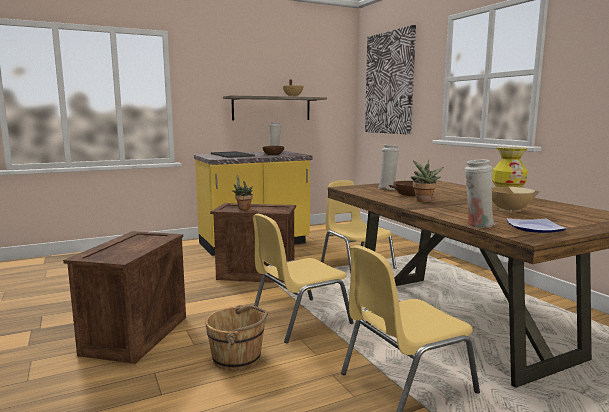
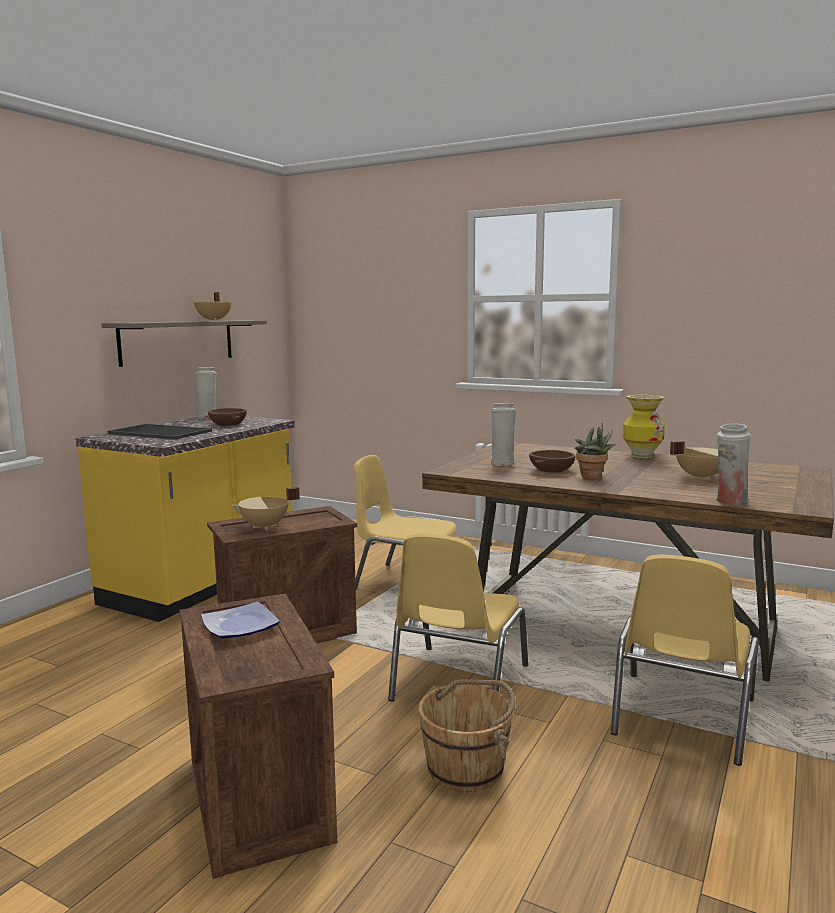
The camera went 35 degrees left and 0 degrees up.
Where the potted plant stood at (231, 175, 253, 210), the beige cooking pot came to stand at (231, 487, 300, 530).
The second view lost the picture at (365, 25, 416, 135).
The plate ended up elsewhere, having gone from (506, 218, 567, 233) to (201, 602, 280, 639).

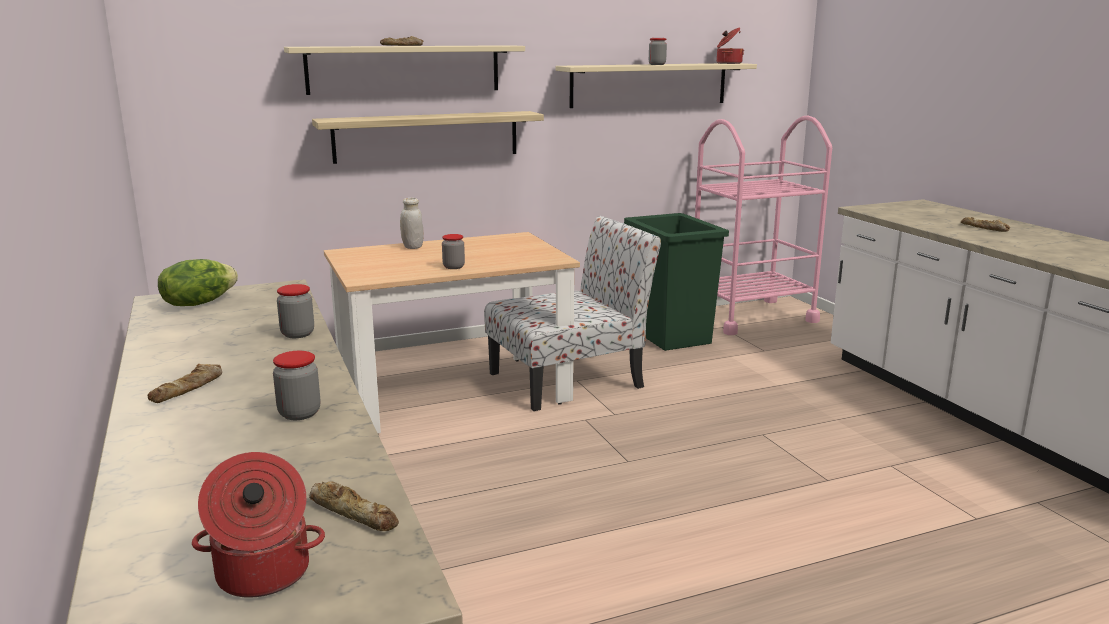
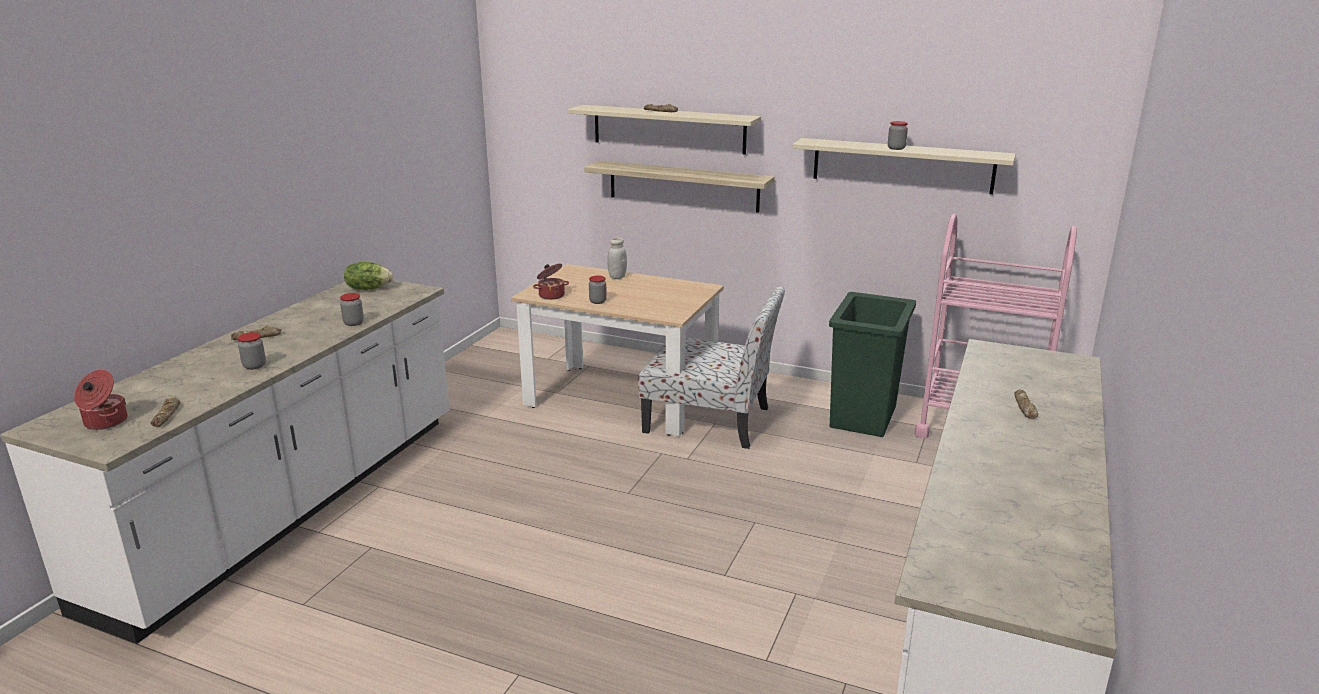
The camera went 45 degrees right and 5 degrees up.
The cooking pot ended up elsewhere, having gone from (717, 27, 744, 64) to (533, 264, 569, 300).

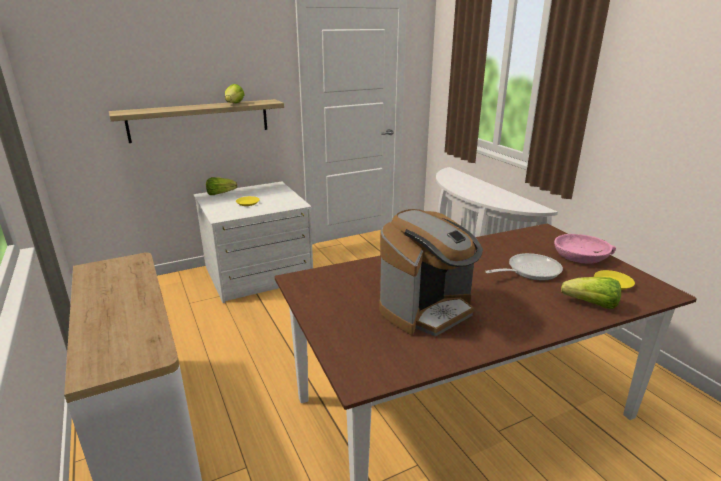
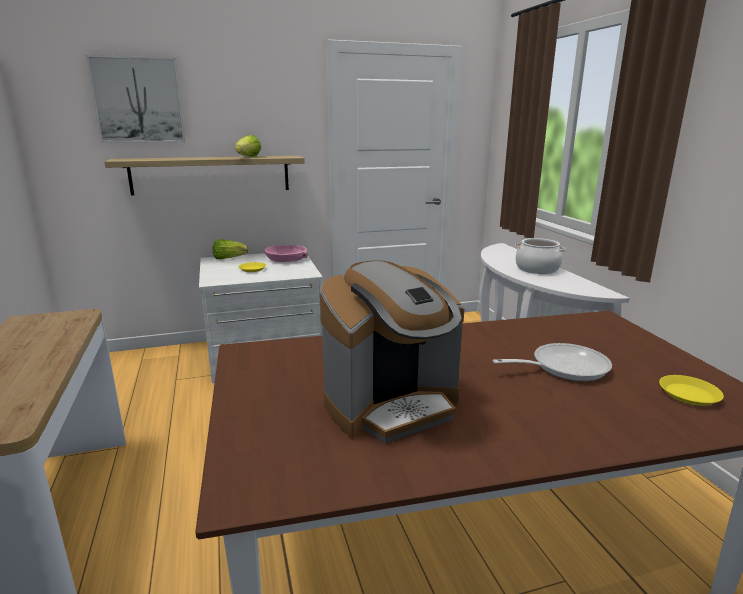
The camera went 10 degrees right and 5 degrees down.
The pink bowl ended up elsewhere, having gone from (554, 234, 616, 264) to (264, 245, 308, 262).
The second view lost the lettuce at (561, 277, 621, 309).
The second view gained the picture at (86, 55, 185, 143).
The second view gained the cooking pot at (515, 238, 566, 274).

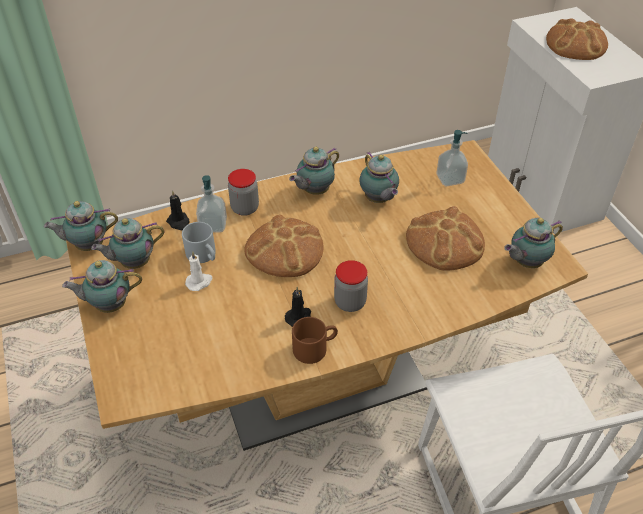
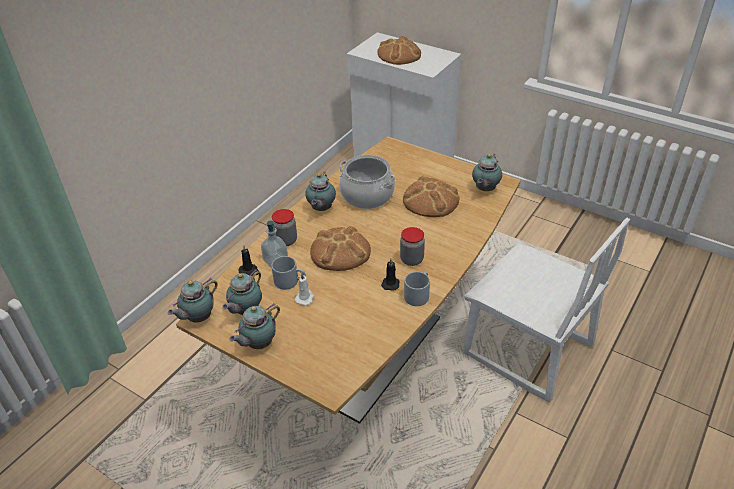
The camera went 35 degrees left and 5 degrees down.
What was the brown mug at (292, 317, 338, 364) turned into the grey mug at (404, 272, 430, 306).
Where the teapot stood at (360, 152, 399, 203), the cooking pot came to stand at (339, 155, 396, 209).
The second view lost the soap dispenser at (437, 130, 468, 186).

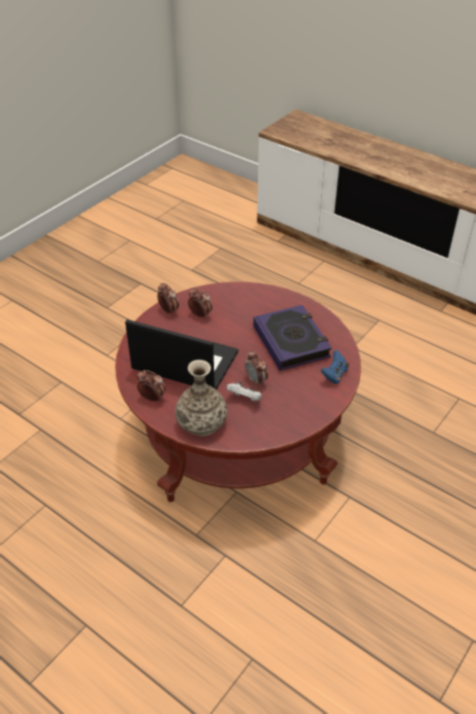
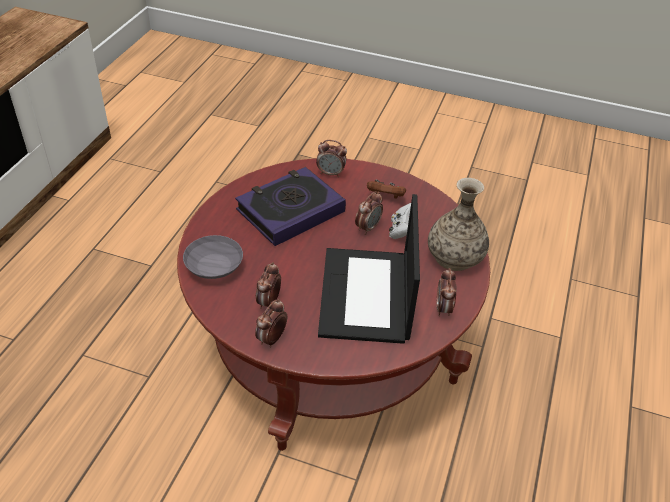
The camera went 110 degrees left and 0 degrees up.
Where the blue game controller stood at (321, 350, 349, 384), the alarm clock came to stand at (316, 140, 347, 177).
The second view gained the grey bowl at (183, 235, 243, 279).
The second view gained the brown game controller at (367, 180, 406, 199).

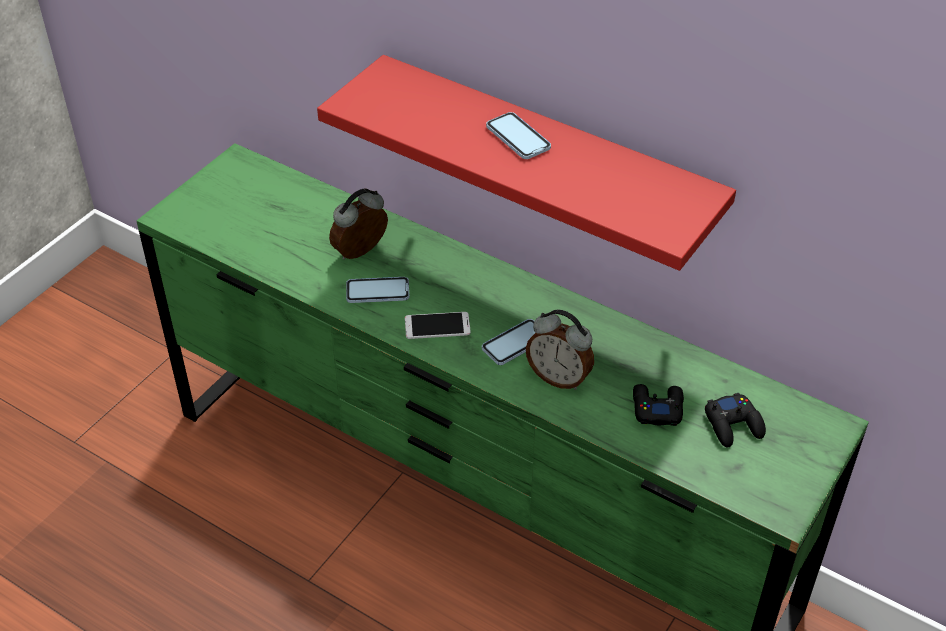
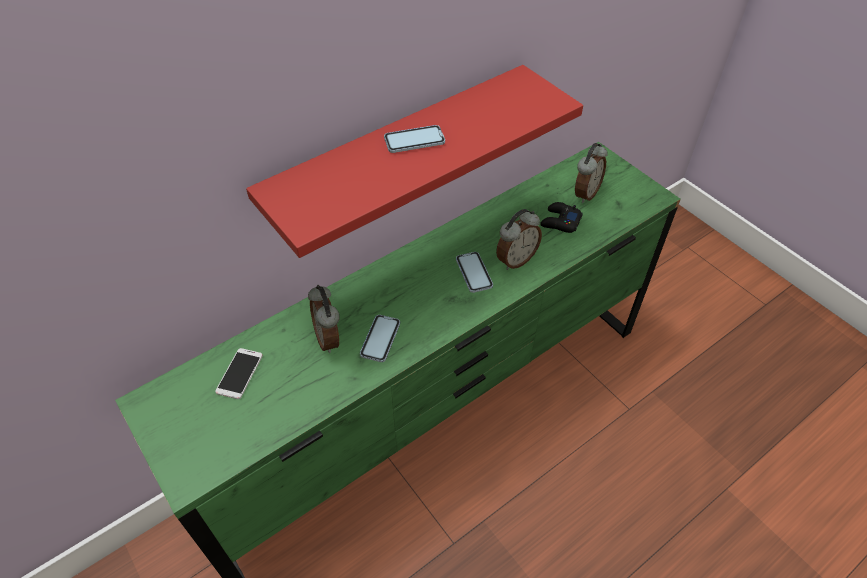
The camera went 70 degrees left and 5 degrees up.
The phone ended up elsewhere, having gone from (405, 312, 471, 339) to (215, 348, 263, 399).
Where the black game controller stood at (705, 393, 766, 447), the alarm clock came to stand at (575, 143, 608, 203).

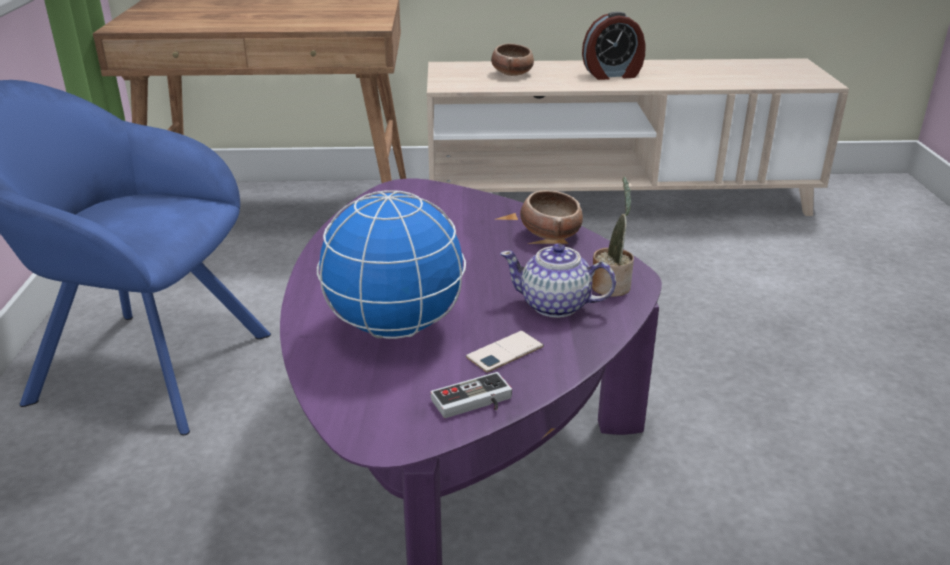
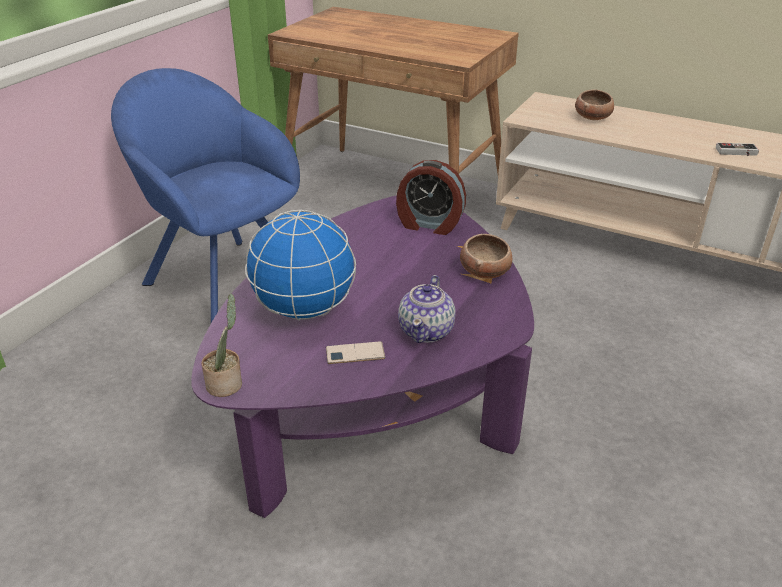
The camera went 30 degrees right and 5 degrees up.
The game controller ended up elsewhere, having gone from (431, 372, 512, 418) to (716, 143, 759, 156).
The teapot at (500, 243, 616, 318) ended up facing another way, 120 degrees counterclockwise from before.
The alarm clock ended up elsewhere, having gone from (582, 12, 646, 80) to (396, 160, 466, 235).
The potted plant ended up elsewhere, having gone from (592, 176, 634, 297) to (201, 294, 242, 397).

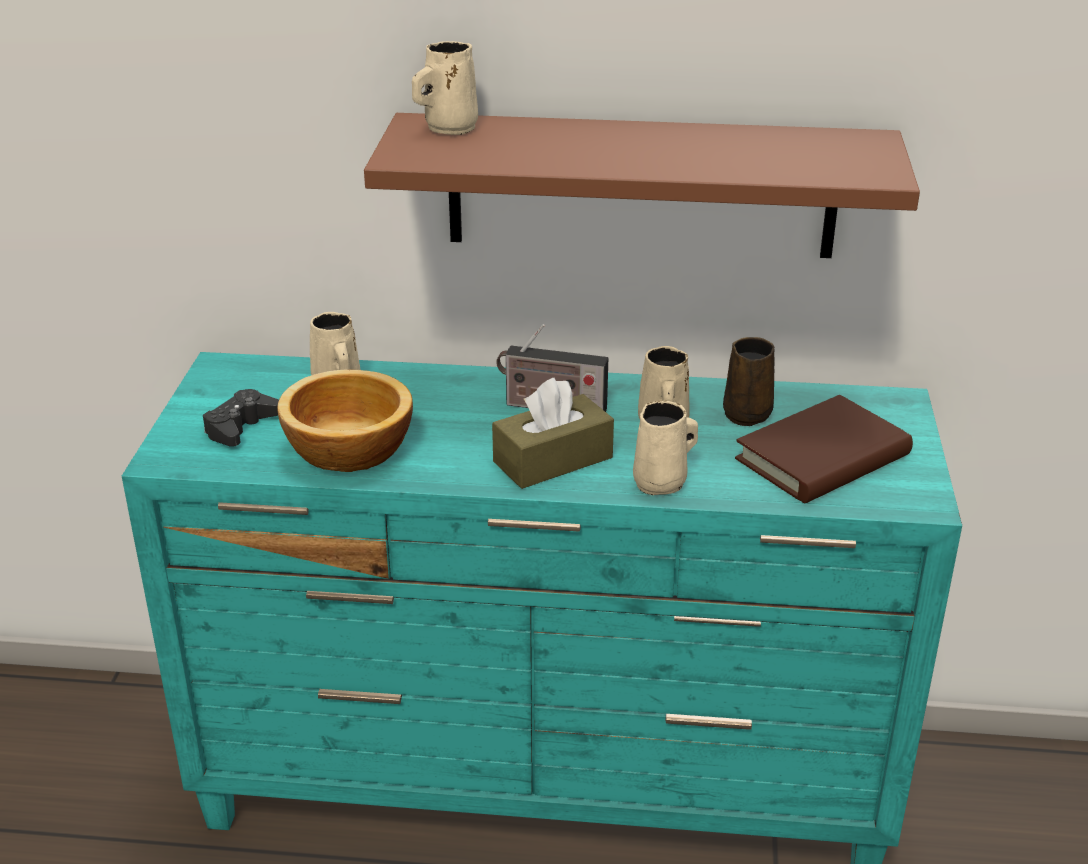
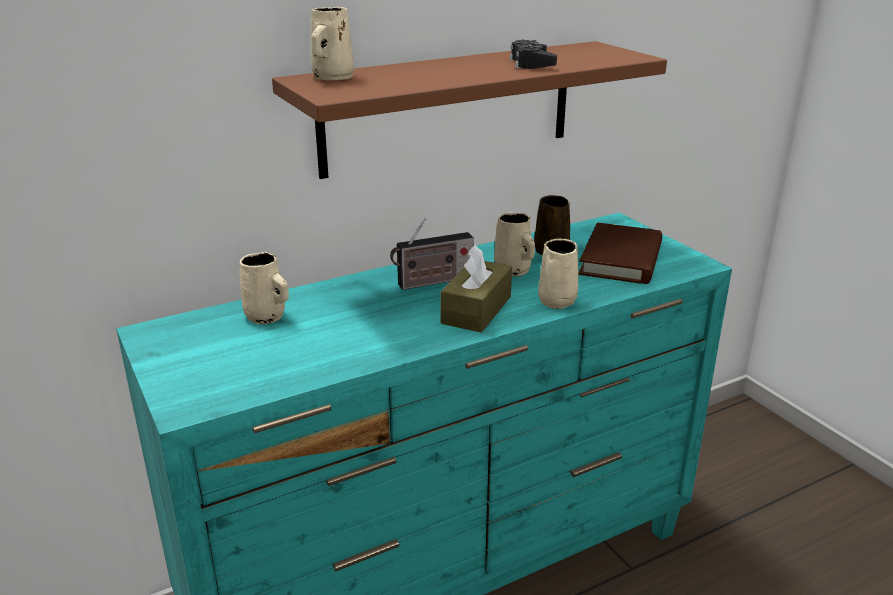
The camera went 35 degrees left and 5 degrees down.
The black game controller ended up elsewhere, having gone from (203, 389, 279, 447) to (509, 39, 557, 69).
The second view lost the bowl at (277, 370, 413, 472).

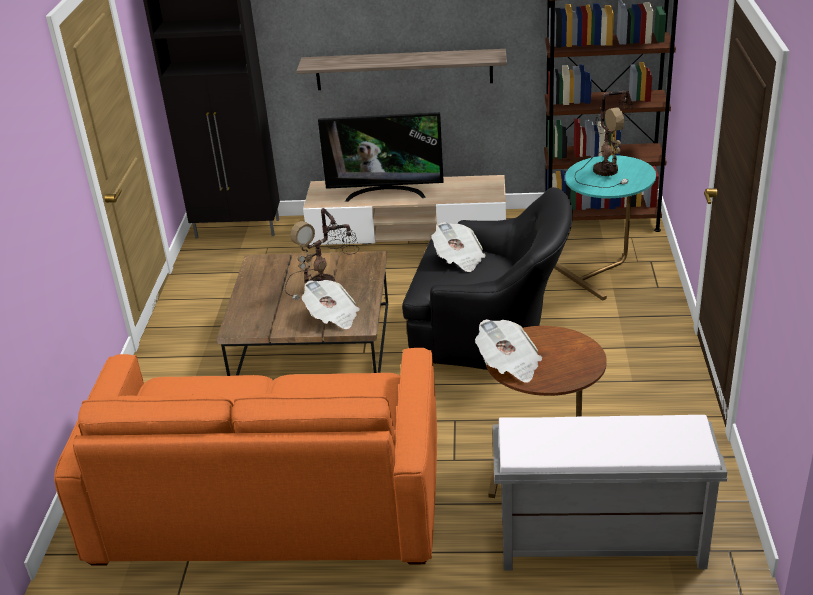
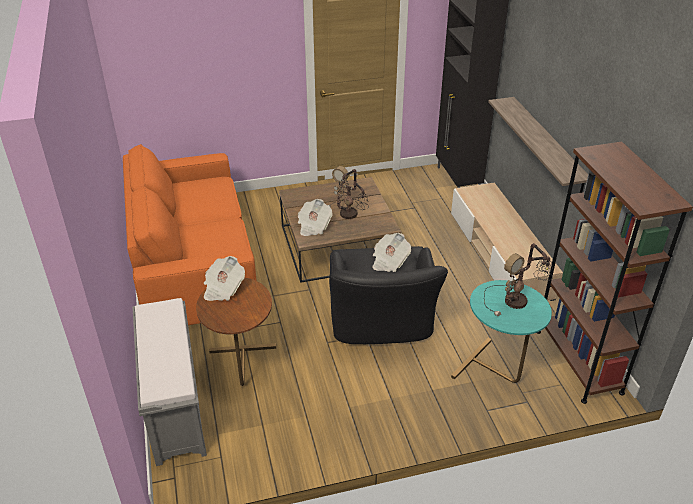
The camera went 70 degrees right and 5 degrees up.
The second view lost the television at (318, 112, 444, 202).

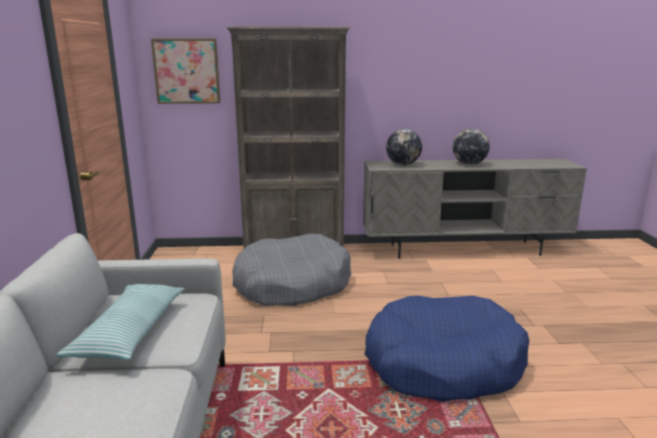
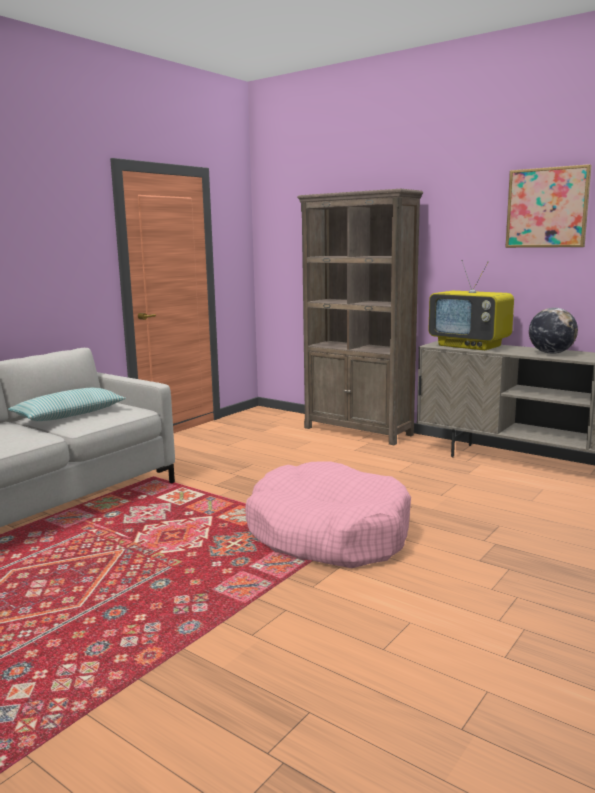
The camera went 40 degrees right and 5 degrees down.
The picture ended up elsewhere, having gone from (151, 39, 220, 104) to (505, 164, 592, 248).
The second view lost the grey dog bed at (232, 234, 351, 306).
What was the blue dog bed at (365, 296, 529, 402) turned into the pink dog bed at (245, 461, 411, 568).
Where the globe stood at (386, 129, 422, 165), the television came to stand at (428, 260, 514, 350).

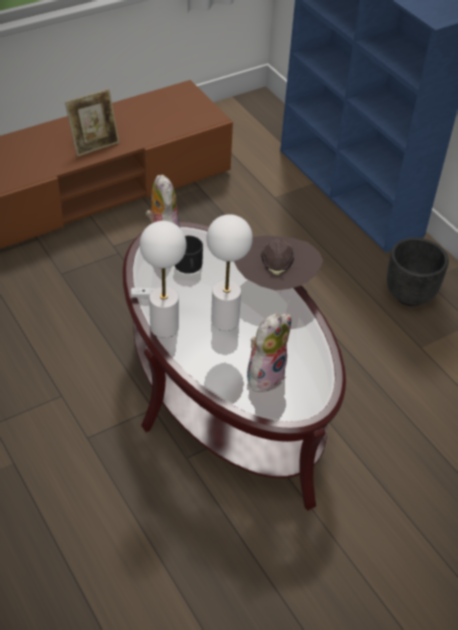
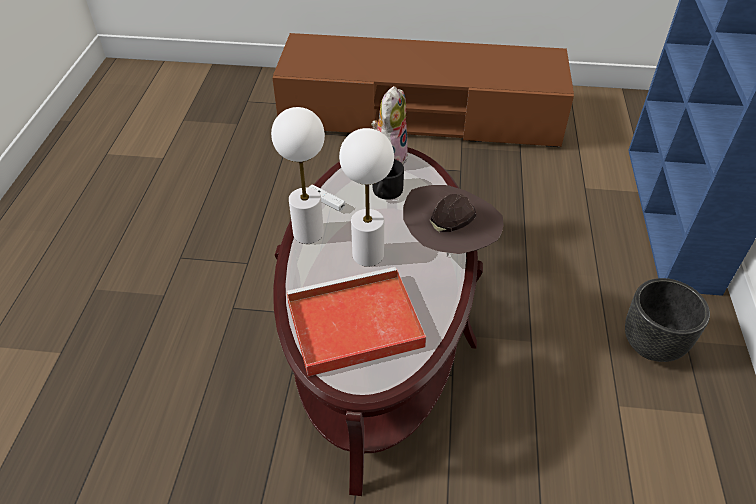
The camera went 40 degrees right and 0 degrees up.
The second view lost the picture frame at (65, 89, 120, 157).
Where the plush toy stood at (247, 313, 291, 392), the red tray came to stand at (287, 267, 426, 377).

